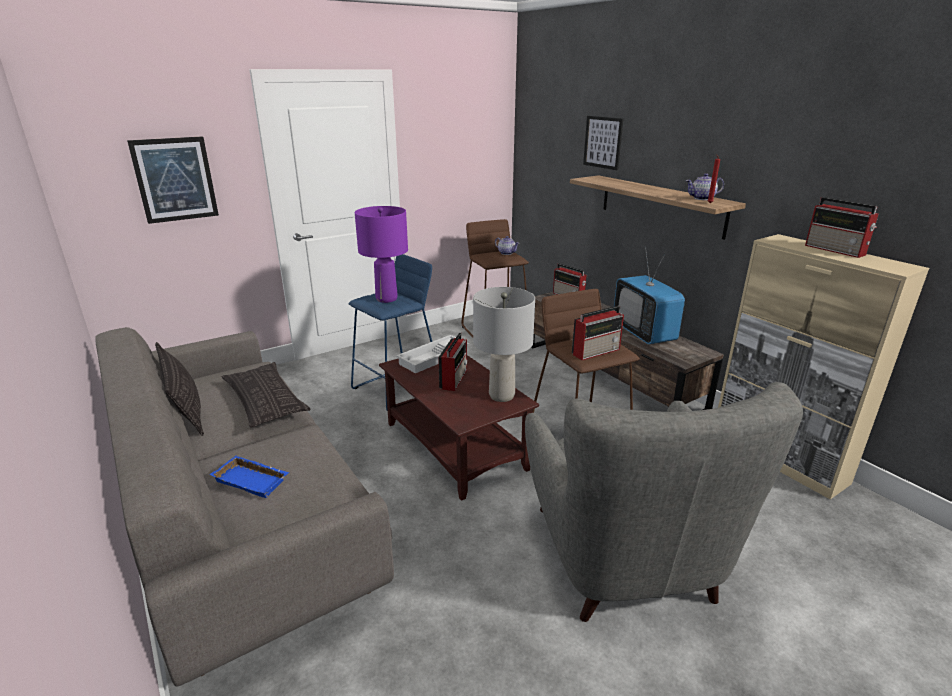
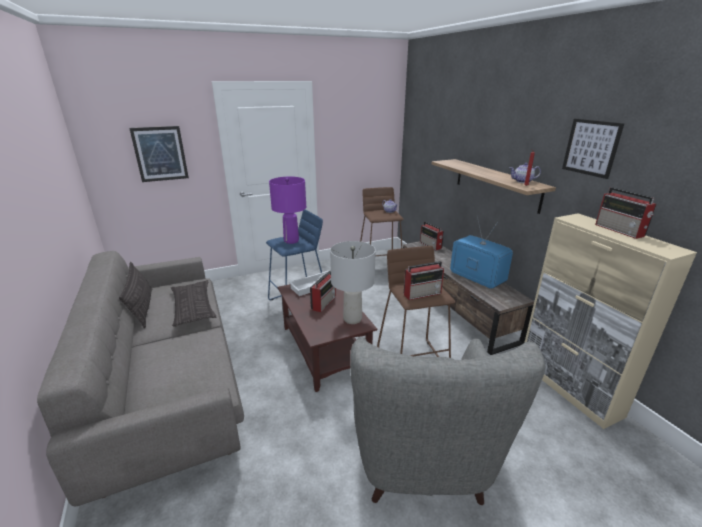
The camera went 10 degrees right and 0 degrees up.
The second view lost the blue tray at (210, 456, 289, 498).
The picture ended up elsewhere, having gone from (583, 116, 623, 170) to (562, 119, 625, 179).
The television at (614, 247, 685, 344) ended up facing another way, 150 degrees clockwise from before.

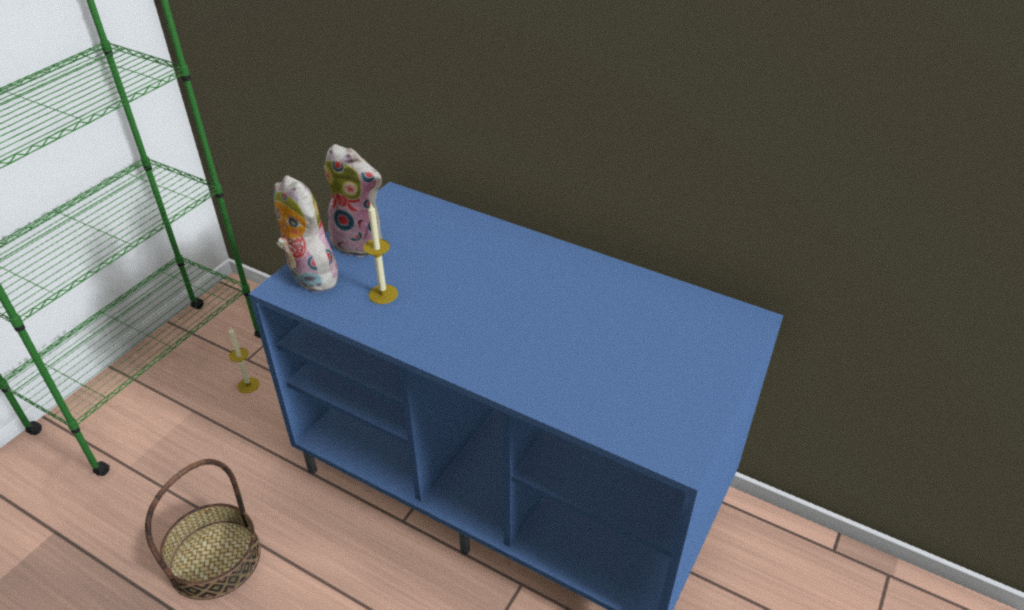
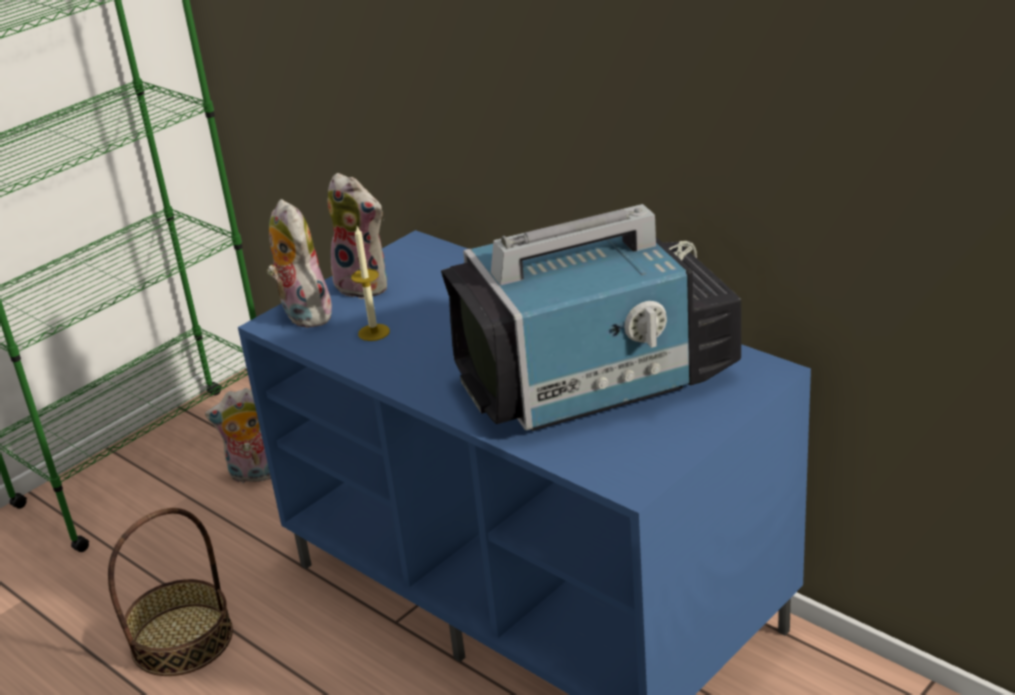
The camera went 15 degrees right and 10 degrees down.
Where the candle stood at (229, 327, 259, 393), the plush toy came to stand at (205, 388, 271, 483).
The second view gained the television at (441, 204, 741, 431).

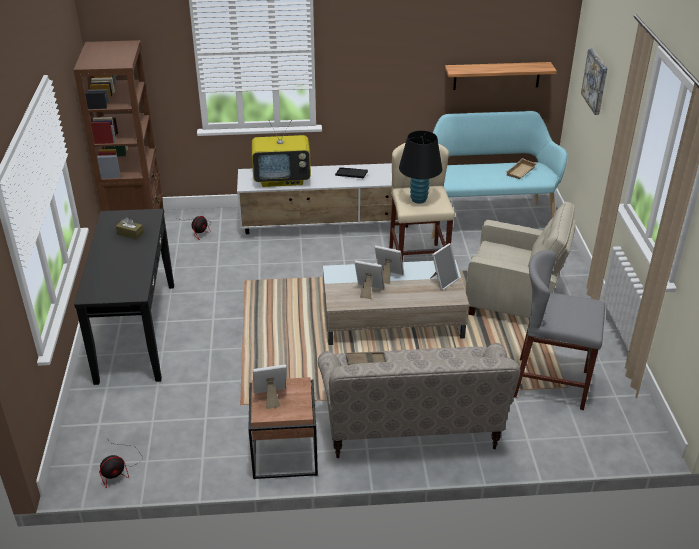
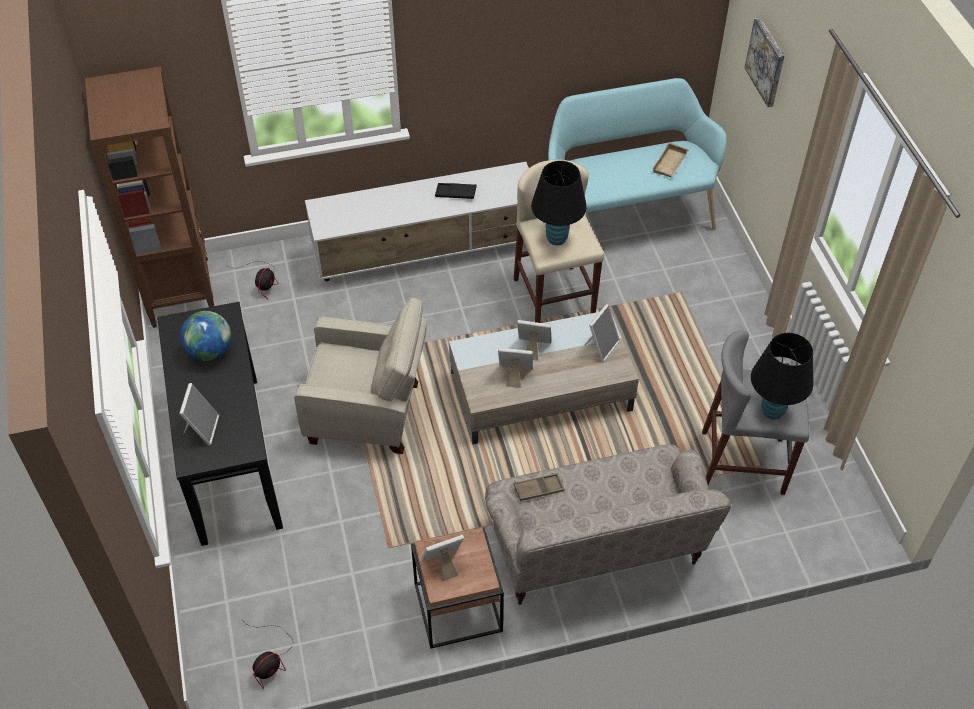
The camera went 10 degrees left and 15 degrees up.
Where the brown tissue box stood at (116, 217, 144, 240), the globe came to stand at (180, 311, 231, 361).
The second view lost the television at (252, 119, 311, 187).
The second view lost the shelf at (445, 62, 557, 90).
The beige armchair ended up elsewhere, having gone from (466, 201, 576, 318) to (294, 298, 427, 454).
The second view gained the picture frame at (179, 383, 219, 445).
The second view gained the black table lamp at (751, 333, 813, 419).

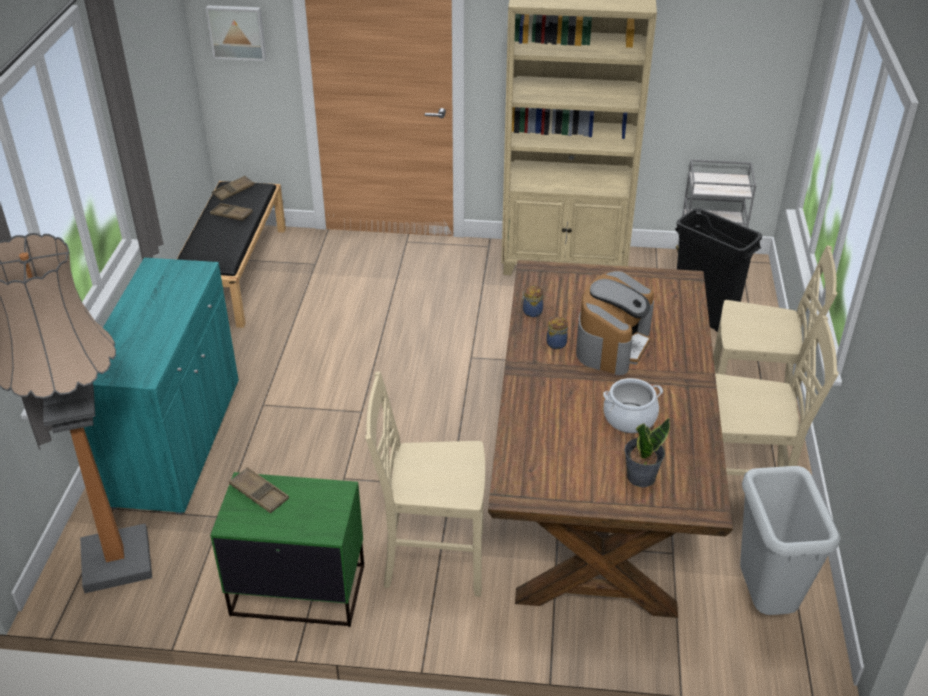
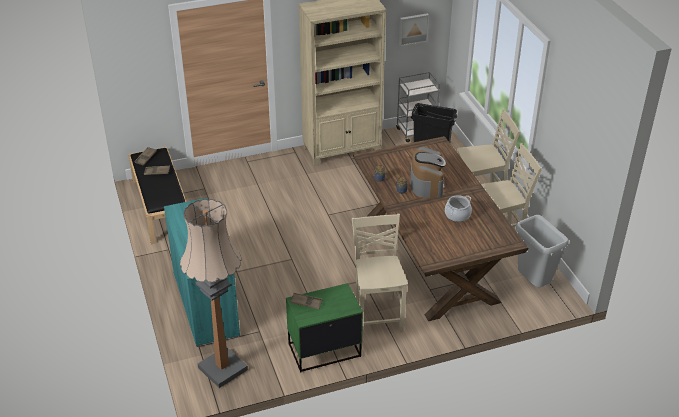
The camera went 25 degrees left and 0 degrees up.
The picture ended up elsewhere, having gone from (206, 5, 266, 61) to (399, 13, 429, 46).
The beige chair at (365, 371, 485, 596) ended up facing another way, 105 degrees clockwise from before.
The second view lost the potted plant at (625, 418, 670, 487).

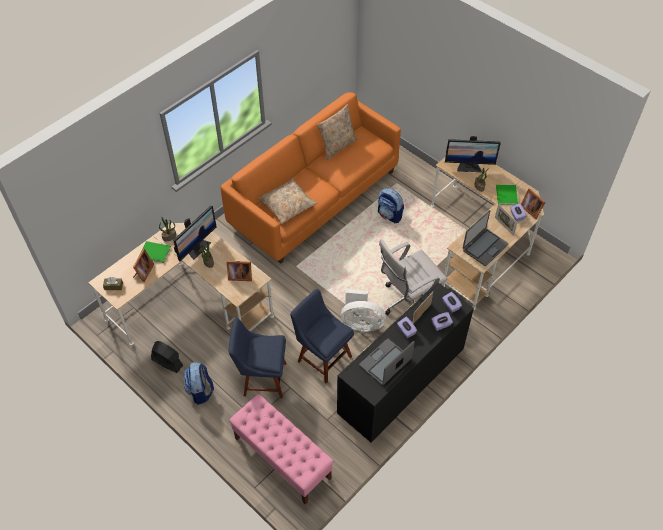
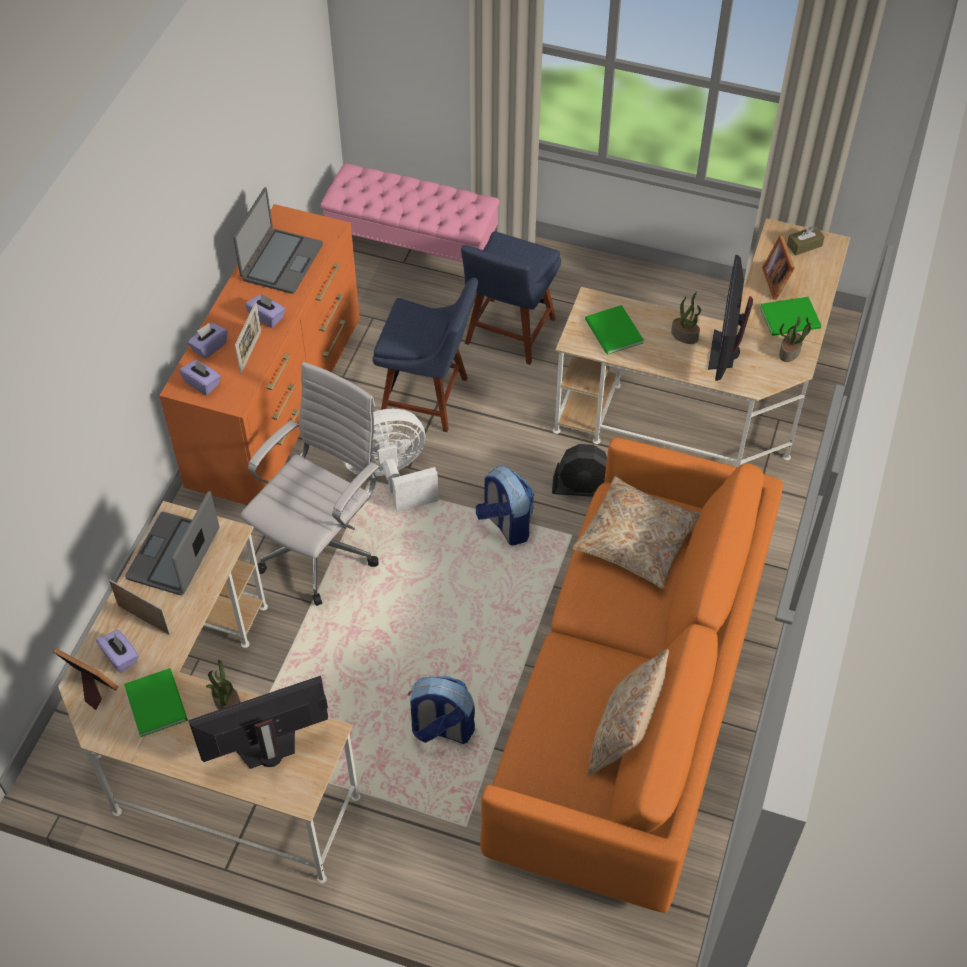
The camera went 155 degrees right and 0 degrees up.
The black fan ended up elsewhere, having gone from (151, 341, 183, 373) to (552, 444, 607, 497).
The backpack ended up elsewhere, having gone from (184, 362, 214, 405) to (476, 466, 534, 546).
Where the picture frame stood at (227, 261, 252, 281), the green book came to stand at (585, 305, 644, 355).
The blue chair at (229, 318, 286, 398) ended up facing another way, 135 degrees clockwise from before.
What was the black dresser at (337, 282, 474, 442) turned into the orange dresser at (159, 204, 360, 505).

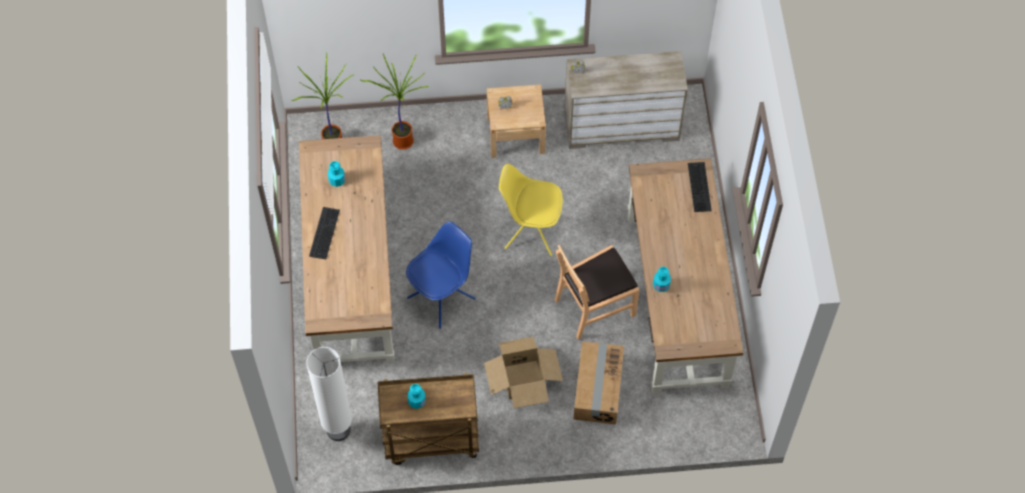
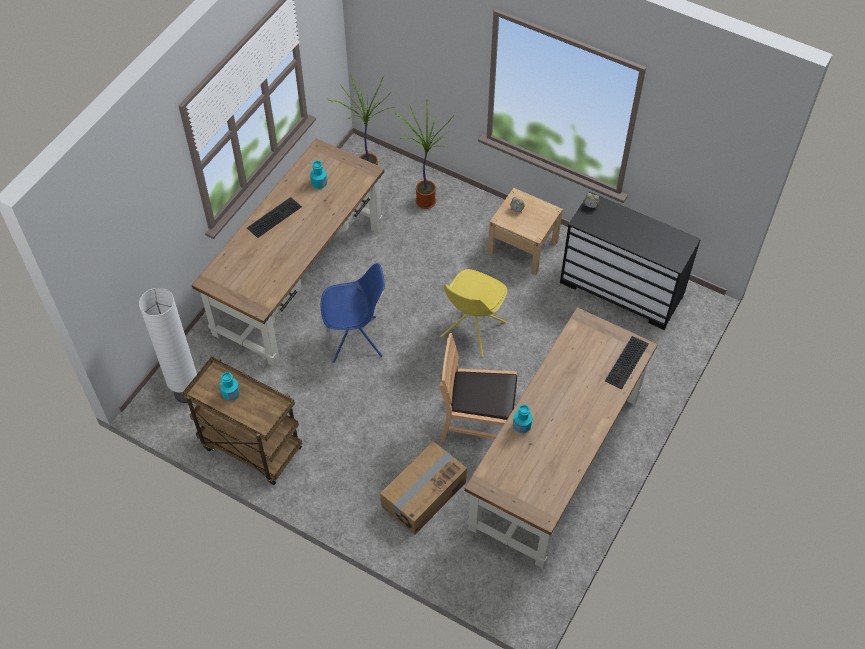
The camera went 35 degrees right and 5 degrees down.
The second view lost the cardboard box at (484, 337, 563, 408).
The yellow chair at (499, 164, 563, 256) ended up facing another way, 105 degrees counterclockwise from before.
What was the beige dresser at (564, 51, 688, 149) turned into the black dresser at (560, 192, 701, 330).

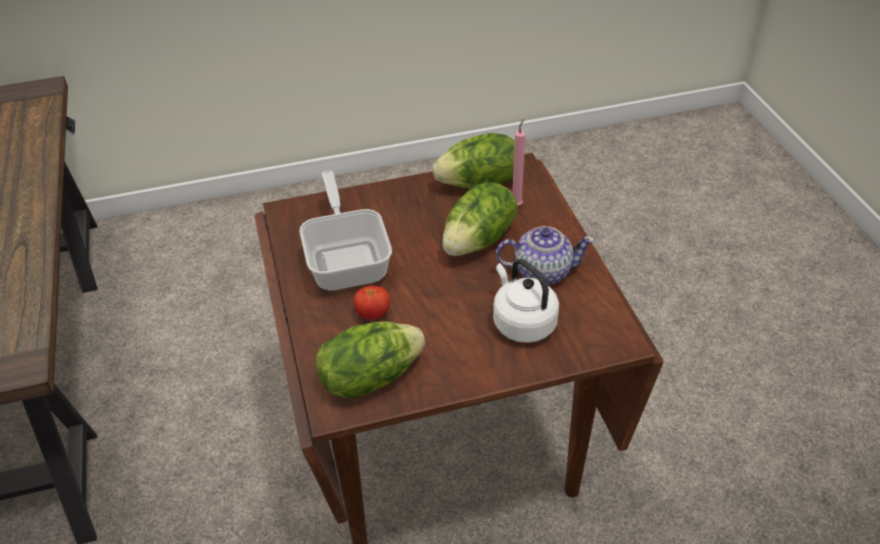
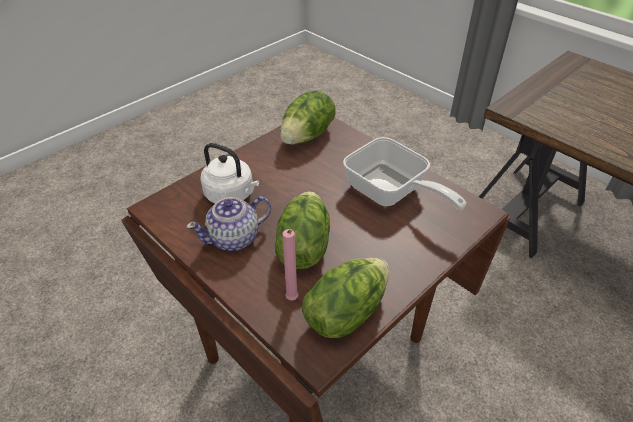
The camera went 150 degrees right and 0 degrees up.
The second view lost the tomato at (354, 286, 390, 320).

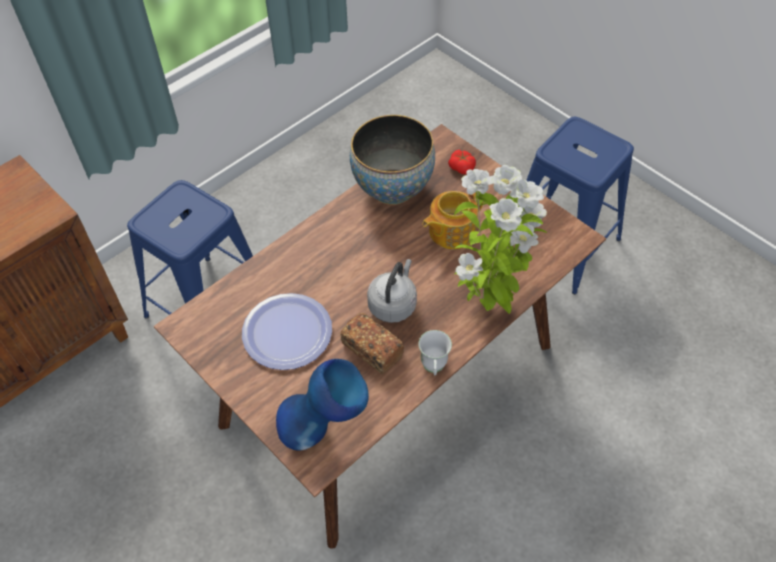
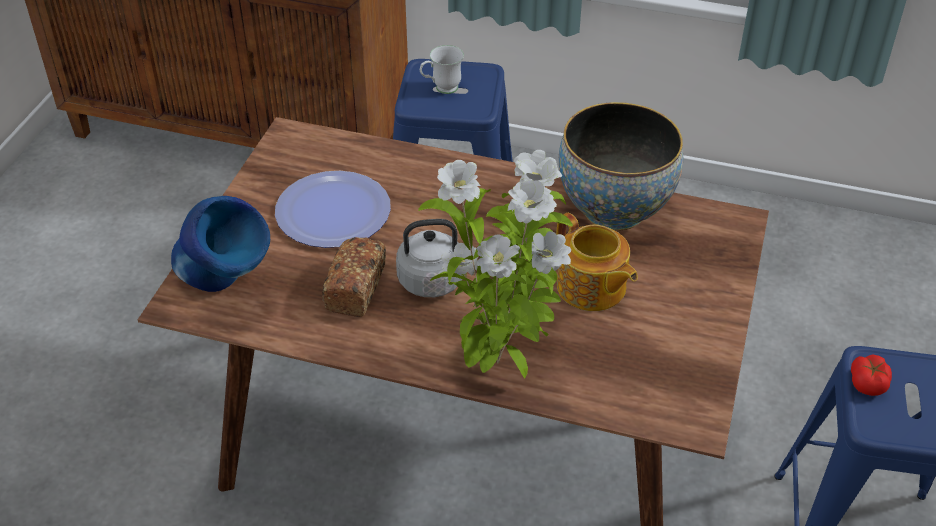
The camera went 60 degrees right and 10 degrees down.
The white mug ended up elsewhere, having gone from (418, 330, 452, 375) to (420, 45, 464, 94).
The teapot at (422, 191, 483, 249) ended up facing another way, 150 degrees counterclockwise from before.
The tomato ended up elsewhere, having gone from (448, 150, 476, 174) to (851, 354, 892, 396).

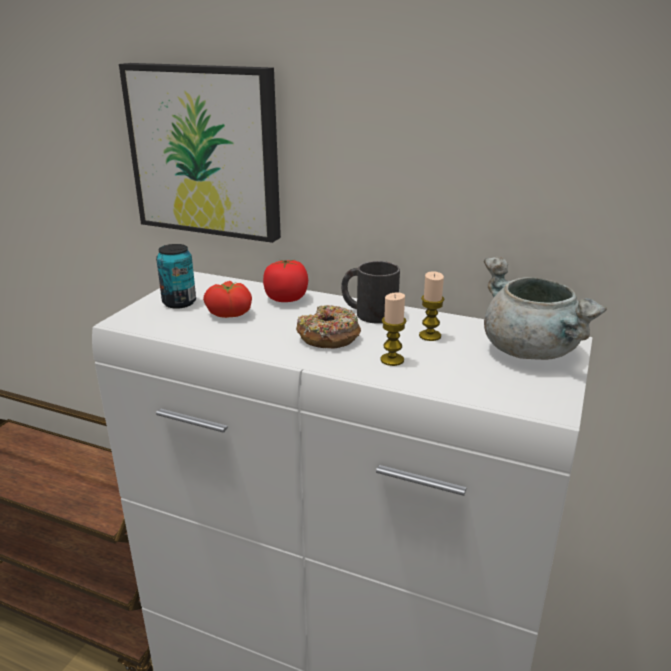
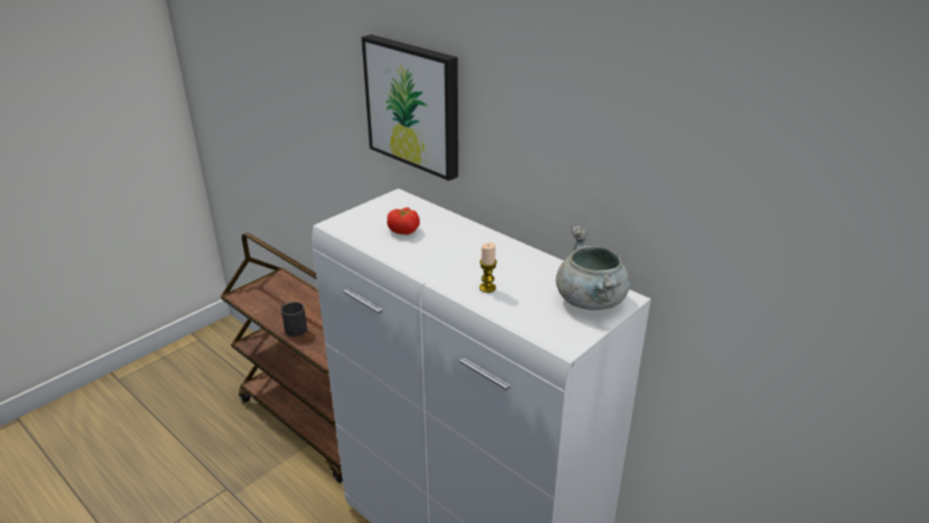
The camera went 20 degrees right and 5 degrees up.
The second view lost the can at (156, 244, 196, 309).
The second view lost the tomato at (263, 259, 308, 302).
The second view lost the donut at (296, 305, 361, 349).
The black mug ended up elsewhere, having gone from (341, 261, 400, 324) to (281, 302, 307, 337).
The second view lost the candle at (419, 271, 444, 341).

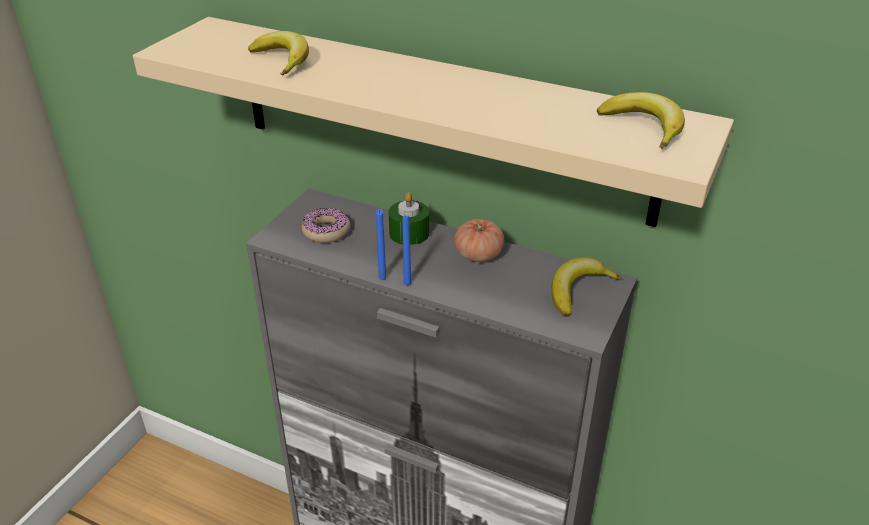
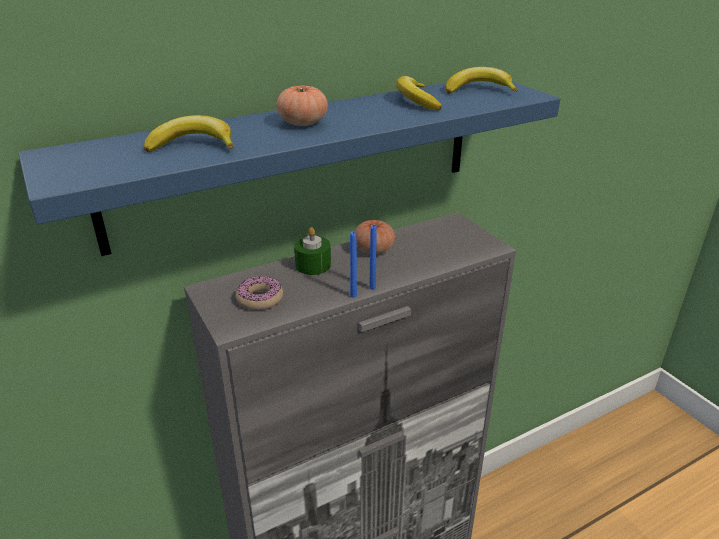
The camera went 55 degrees left and 5 degrees down.
What was the beige shelf at (133, 17, 734, 227) turned into the blue shelf at (18, 81, 560, 256).
The banana ended up elsewhere, having gone from (551, 257, 621, 317) to (396, 76, 442, 110).
The second view gained the tomato at (276, 85, 328, 126).

